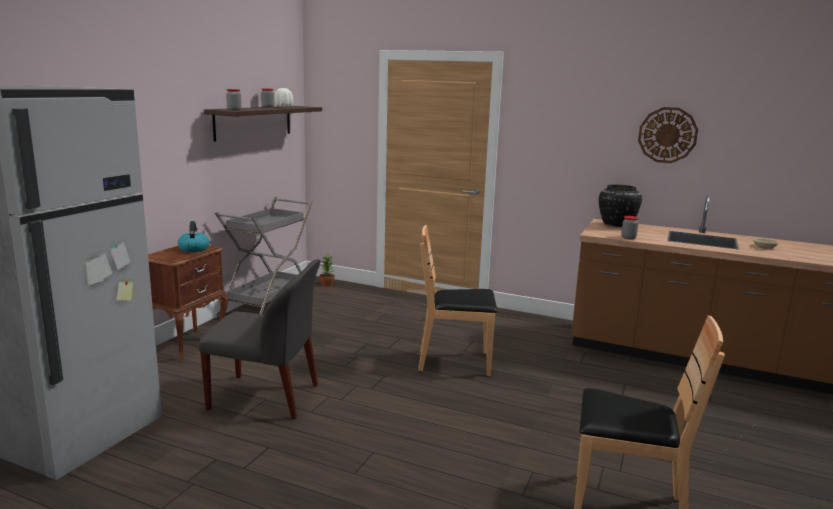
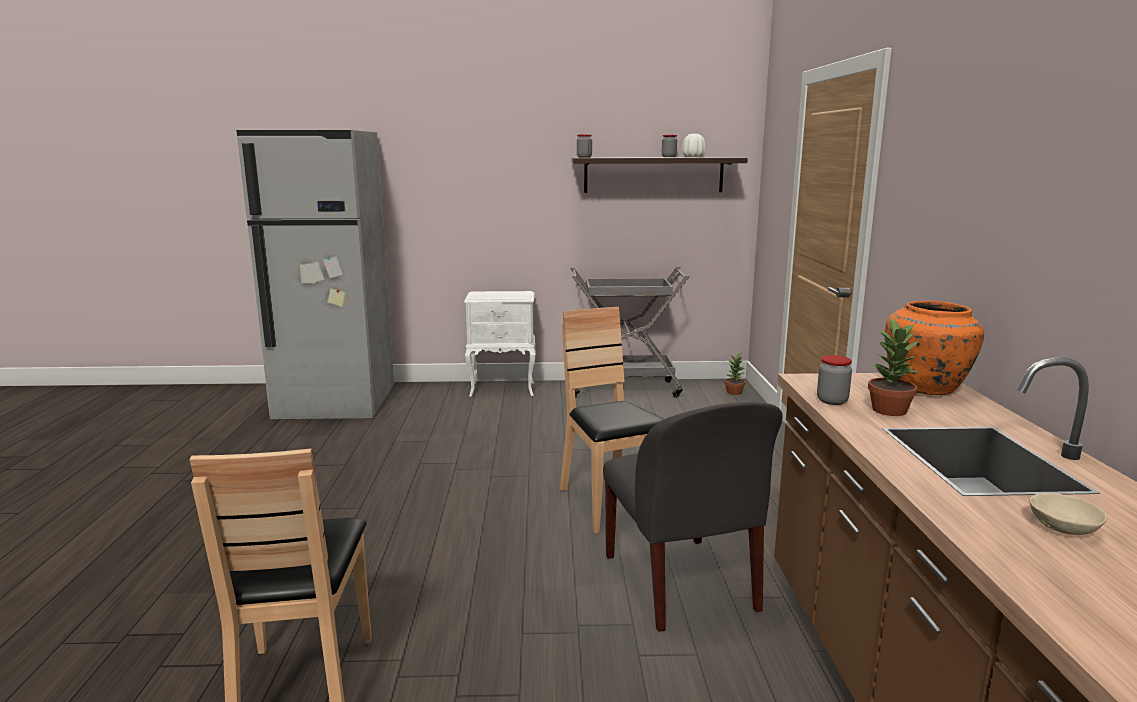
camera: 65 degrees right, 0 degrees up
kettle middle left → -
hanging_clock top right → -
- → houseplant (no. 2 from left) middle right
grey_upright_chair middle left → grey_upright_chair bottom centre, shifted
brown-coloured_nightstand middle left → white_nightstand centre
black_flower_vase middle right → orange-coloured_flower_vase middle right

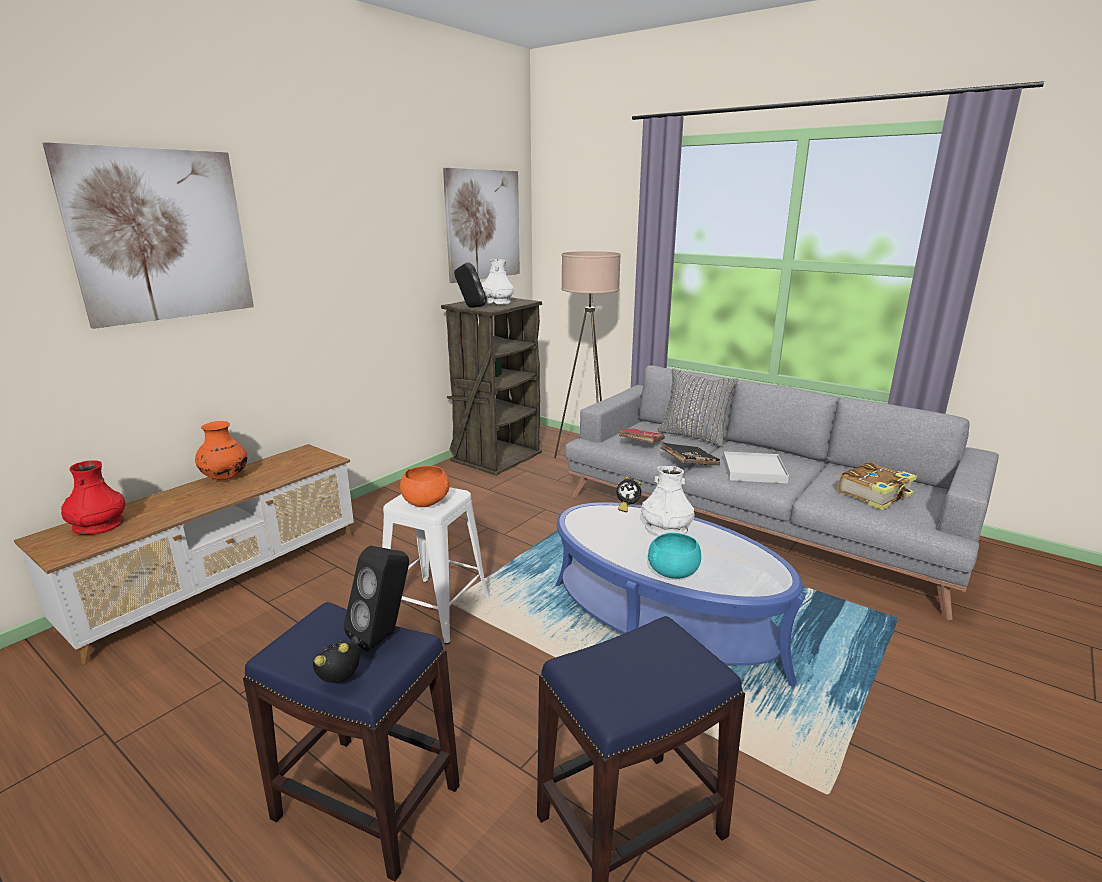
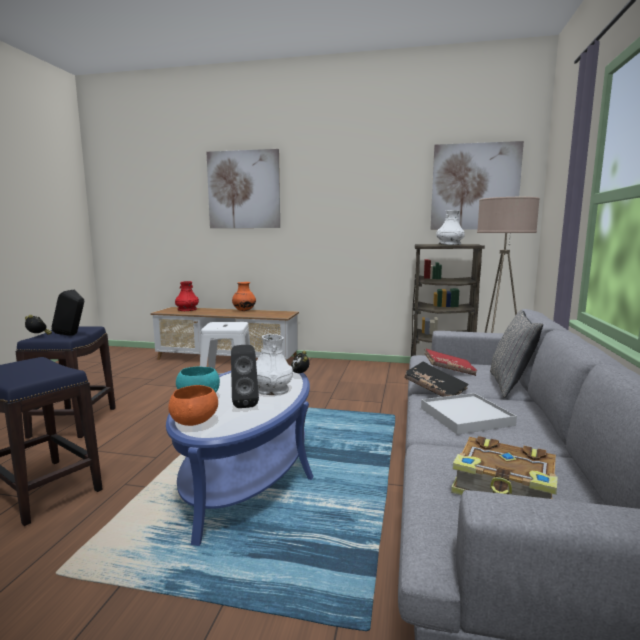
camera: 65 degrees right, 10 degrees down
orange-coloured_bowl centre → orange-coloured_bowl middle left, shifted
black_loudspeaker (no. 2 from left) top centre → black_loudspeaker (no. 2 from left) centre, shifted

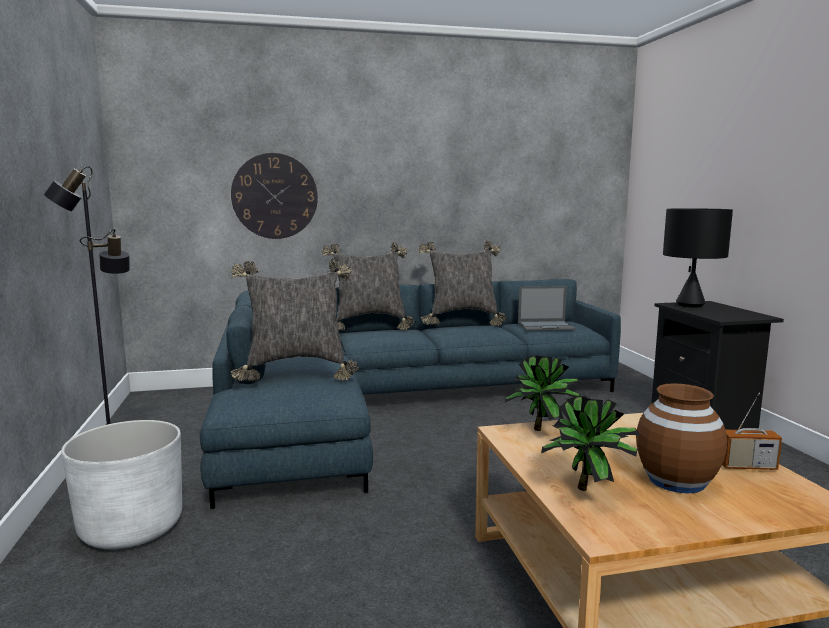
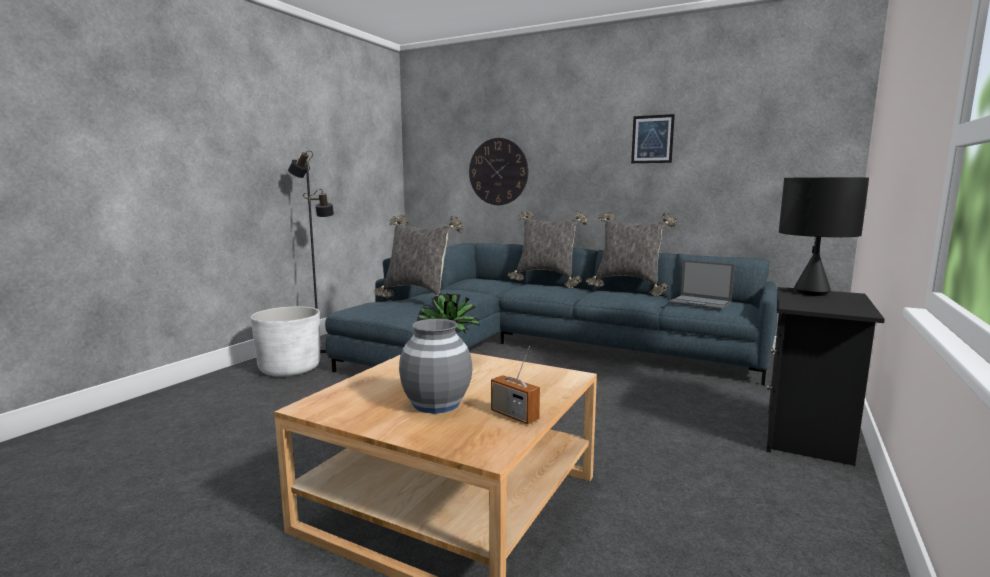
camera: 40 degrees right, 0 degrees up
houseplant (no. 2 from left) bottom right → -
- → wall_art top centre
brown-coloured_flower_vase bottom right → grey_flower_vase centre

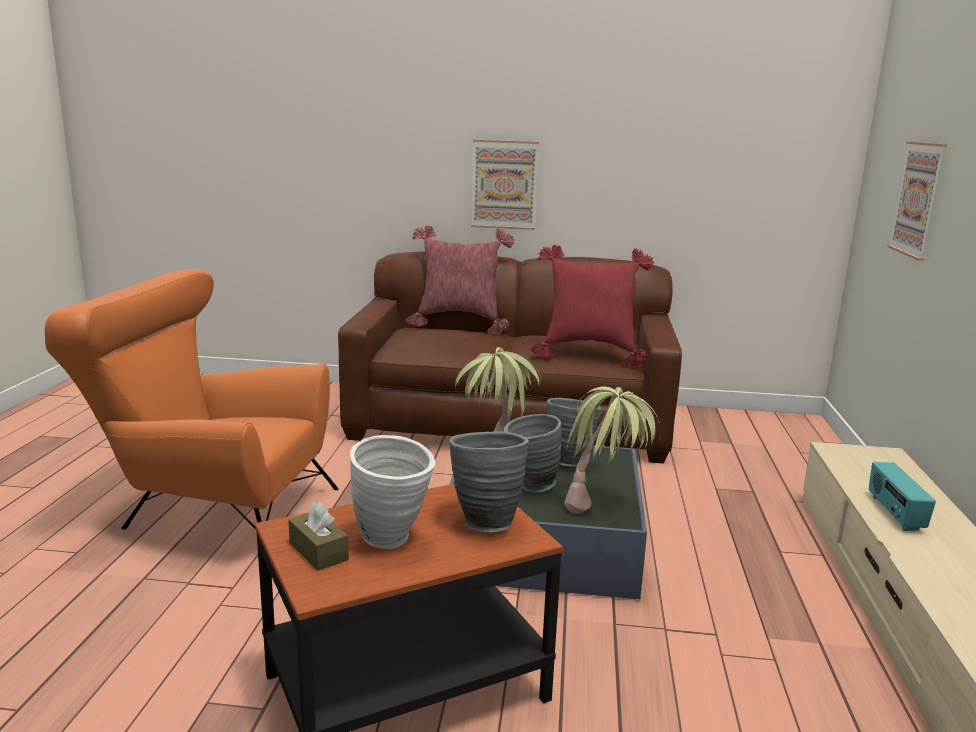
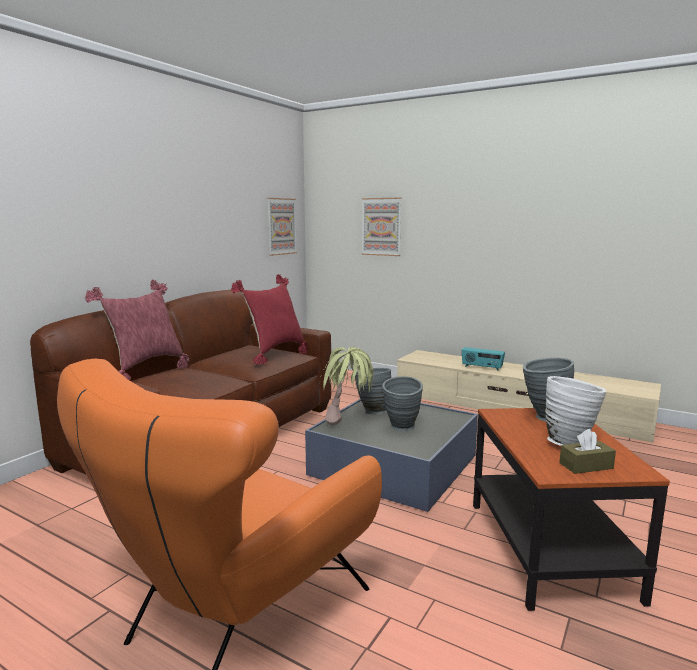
camera: 65 degrees left, 5 degrees down
houseplant (no. 2 from left) centre → -
wall_art (no. 1 from left) top centre → wall_art (no. 1 from left) centre, shifted

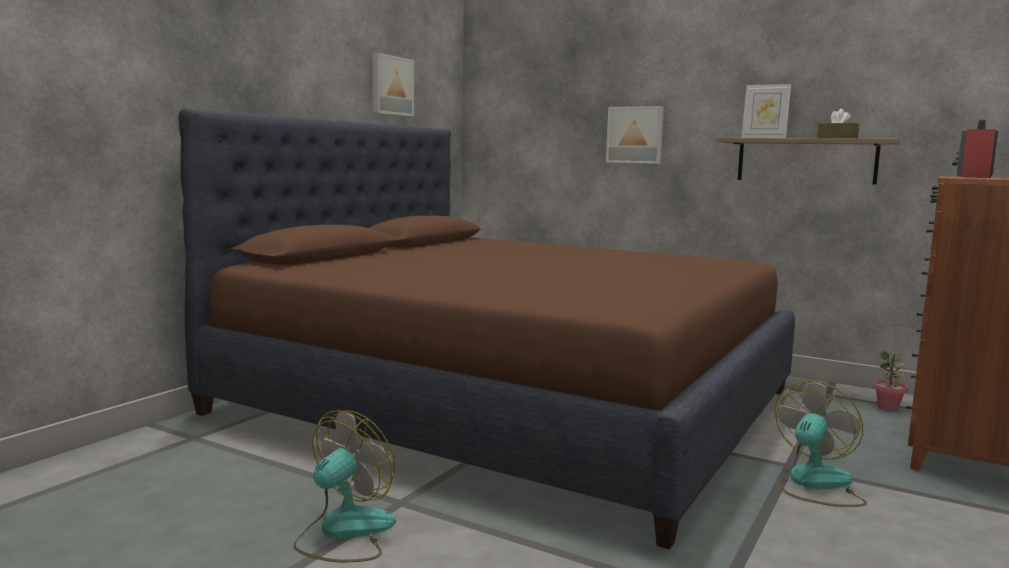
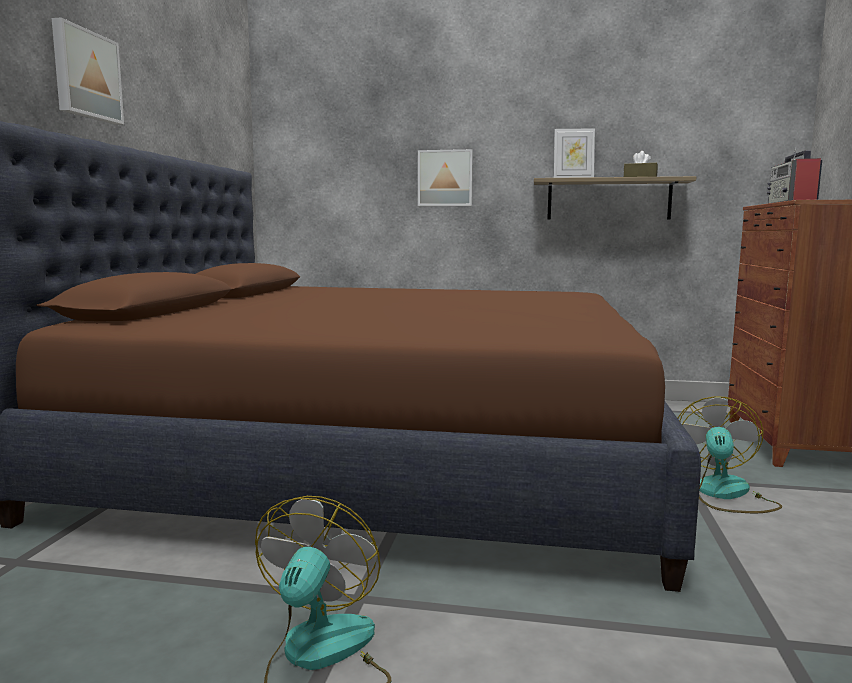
camera: 20 degrees left, 0 degrees up
houseplant bottom right → -
wall_art (no. 1 from left) top centre → wall_art (no. 1 from left) top left, shifted

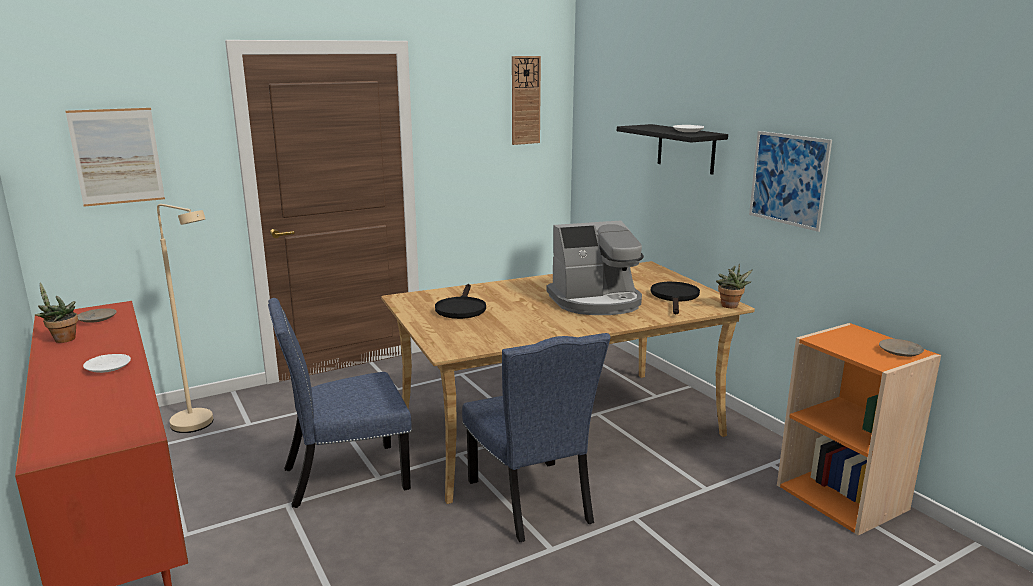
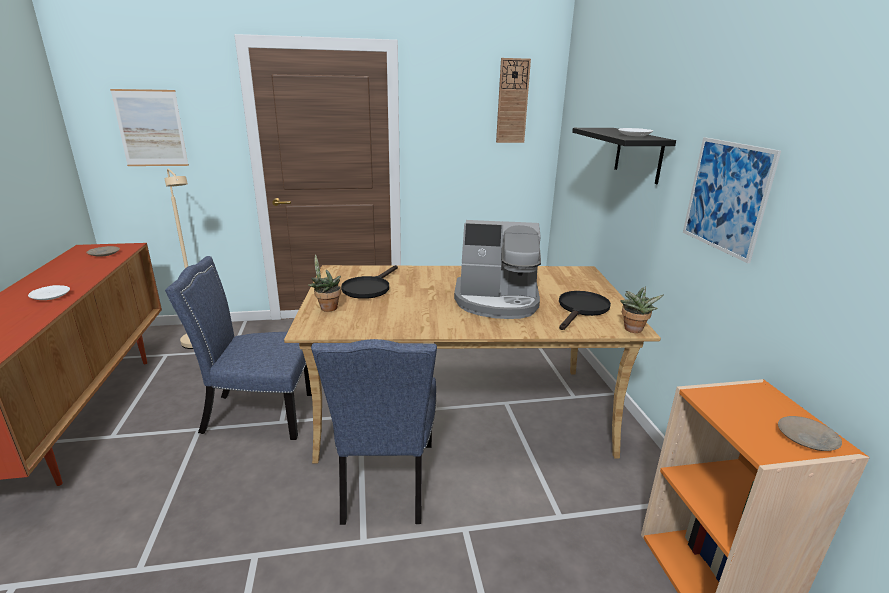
camera: 20 degrees right, 5 degrees up
houseplant (no. 1 from left) middle left → houseplant (no. 1 from left) centre, shifted

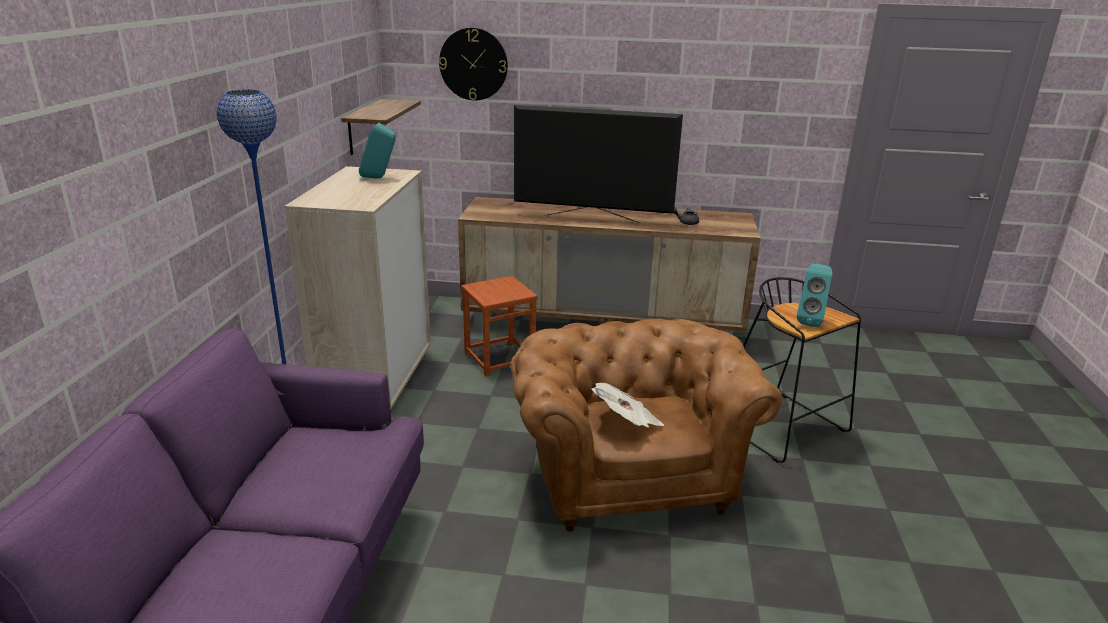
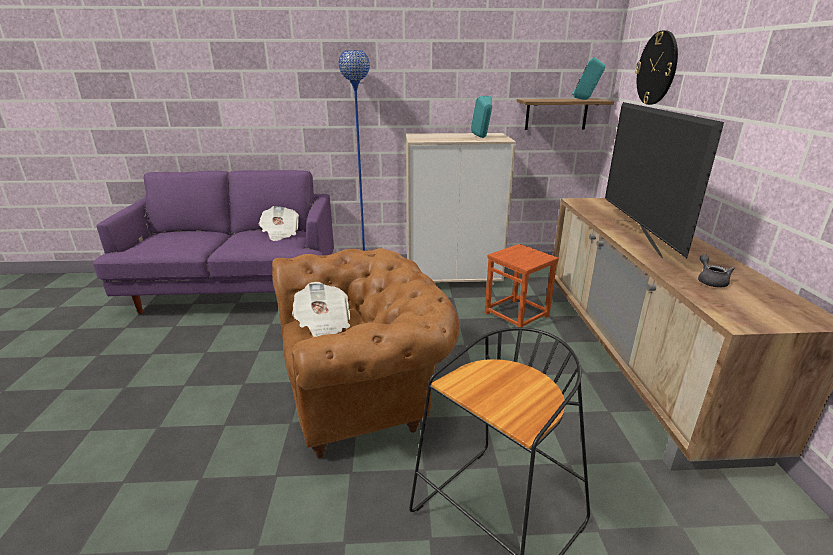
camera: 80 degrees right, 0 degrees up
- → daily_paper (no. 1 from left) centre
turquoise_loudspeaker (no. 2 from left) middle right → turquoise_loudspeaker (no. 2 from left) top right, shifted

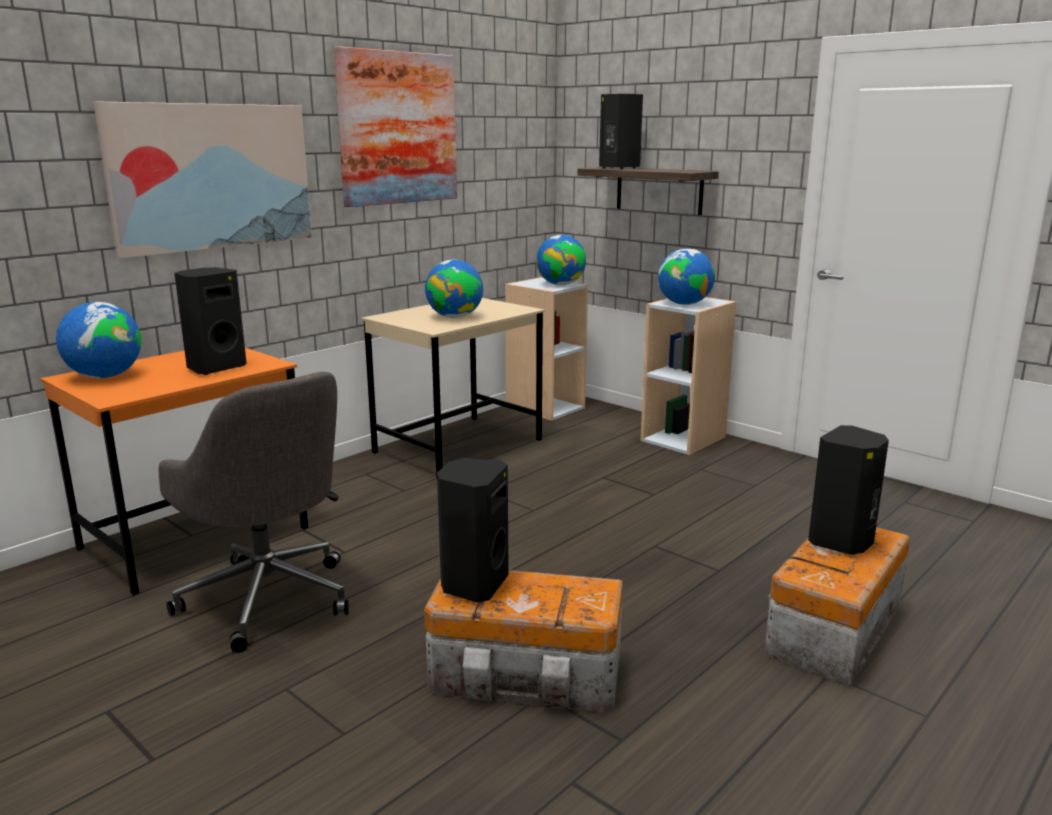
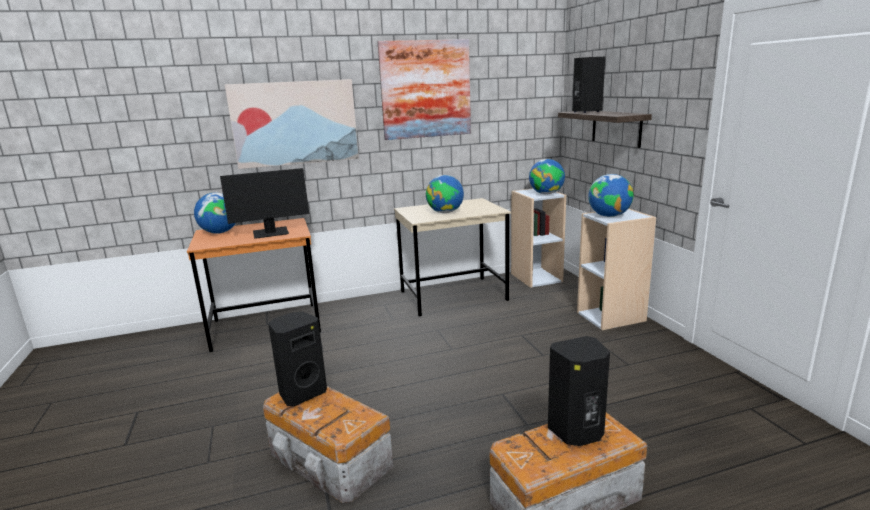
camera: 30 degrees right, 0 degrees up
grey_computer_chair middle left → -
black_loudspeaker (no. 1 from left) middle left → monitor middle left

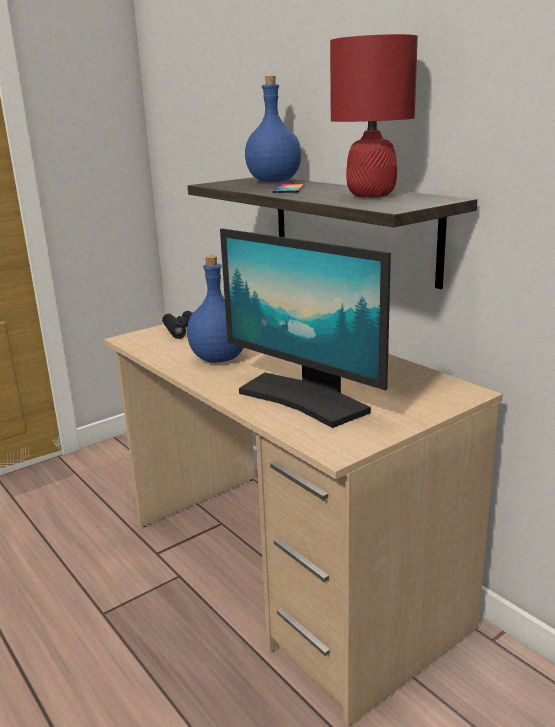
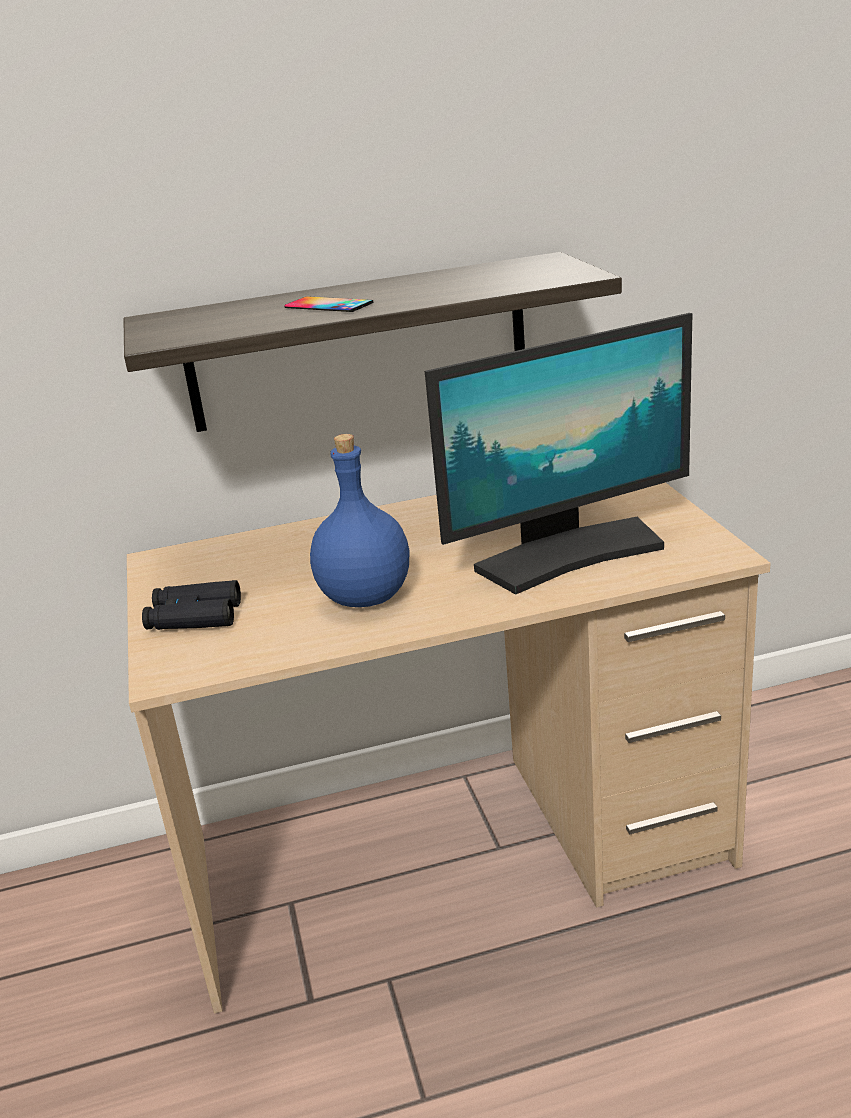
camera: 65 degrees left, 5 degrees up
blue_bottle (no. 2 from left) top centre → -
reddish_lamp_for_a_table top right → -

